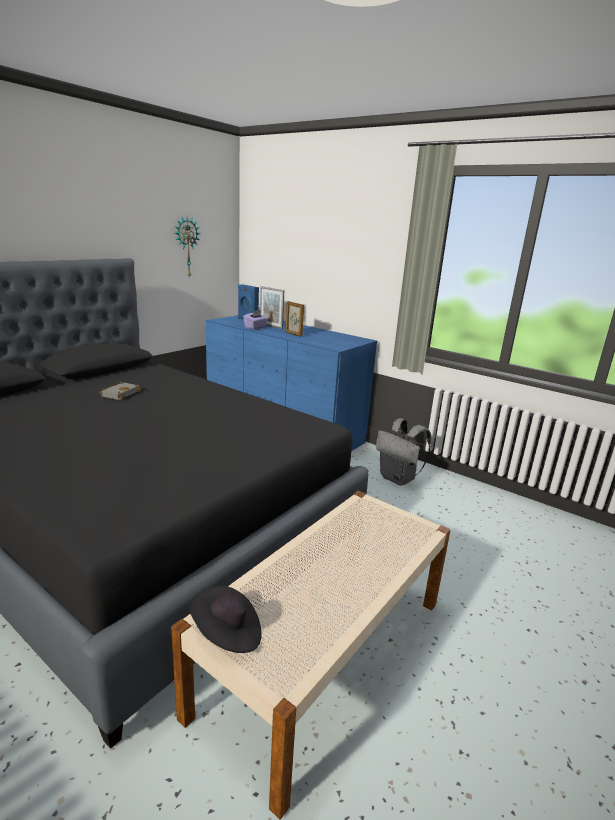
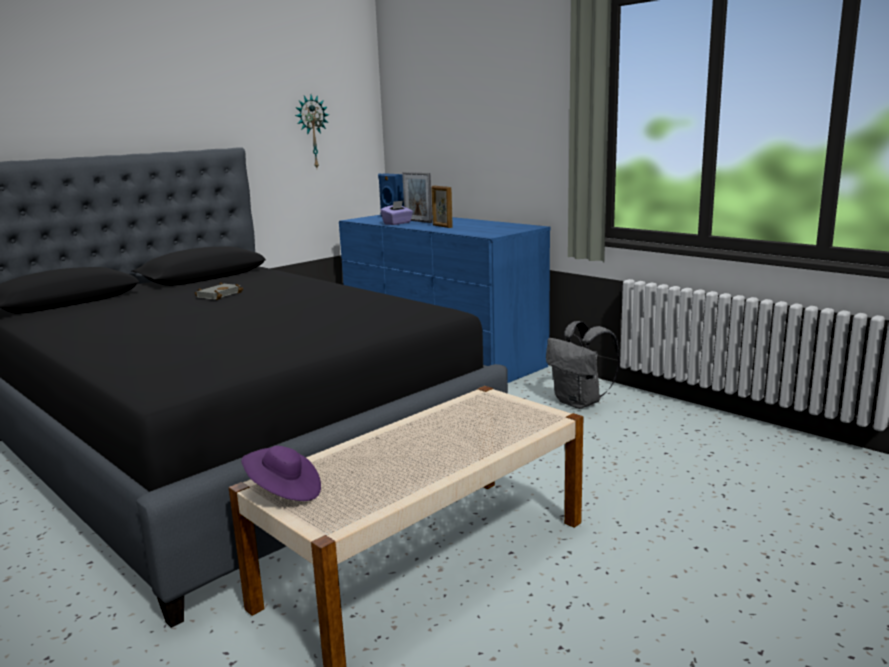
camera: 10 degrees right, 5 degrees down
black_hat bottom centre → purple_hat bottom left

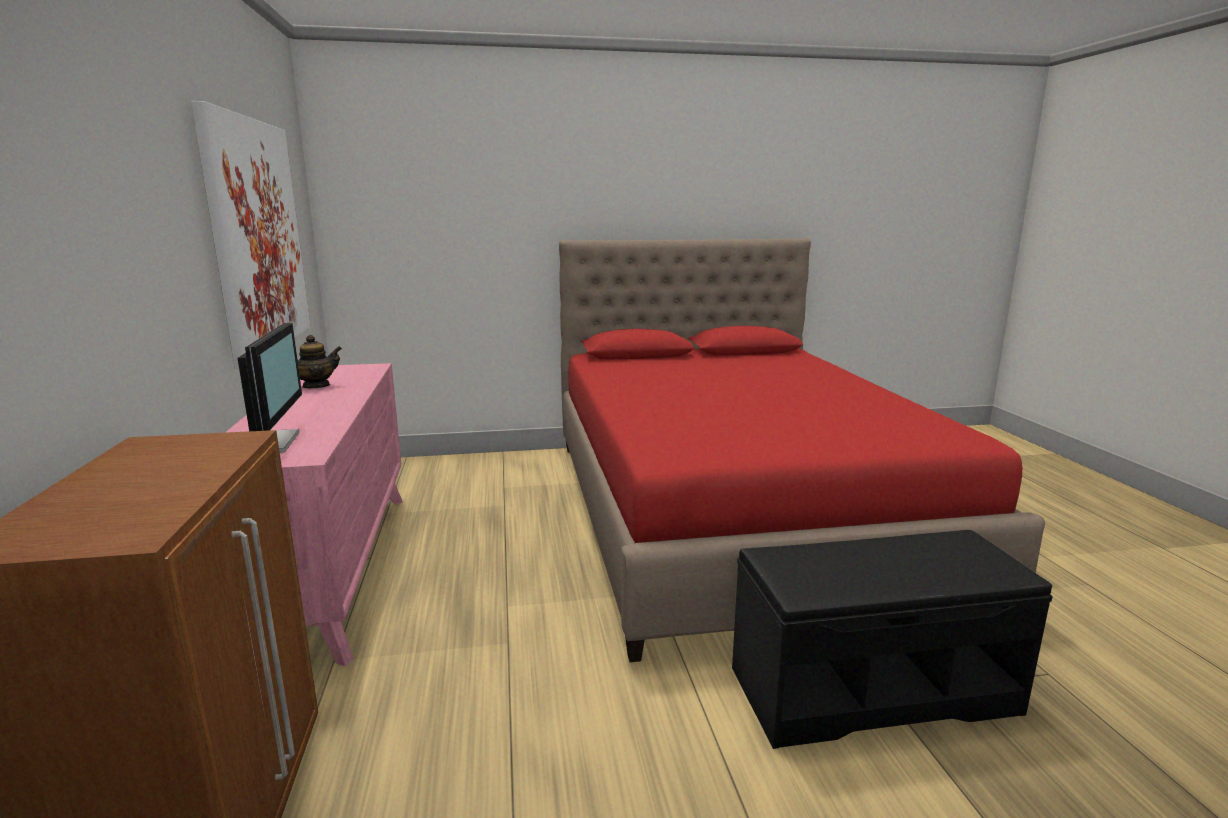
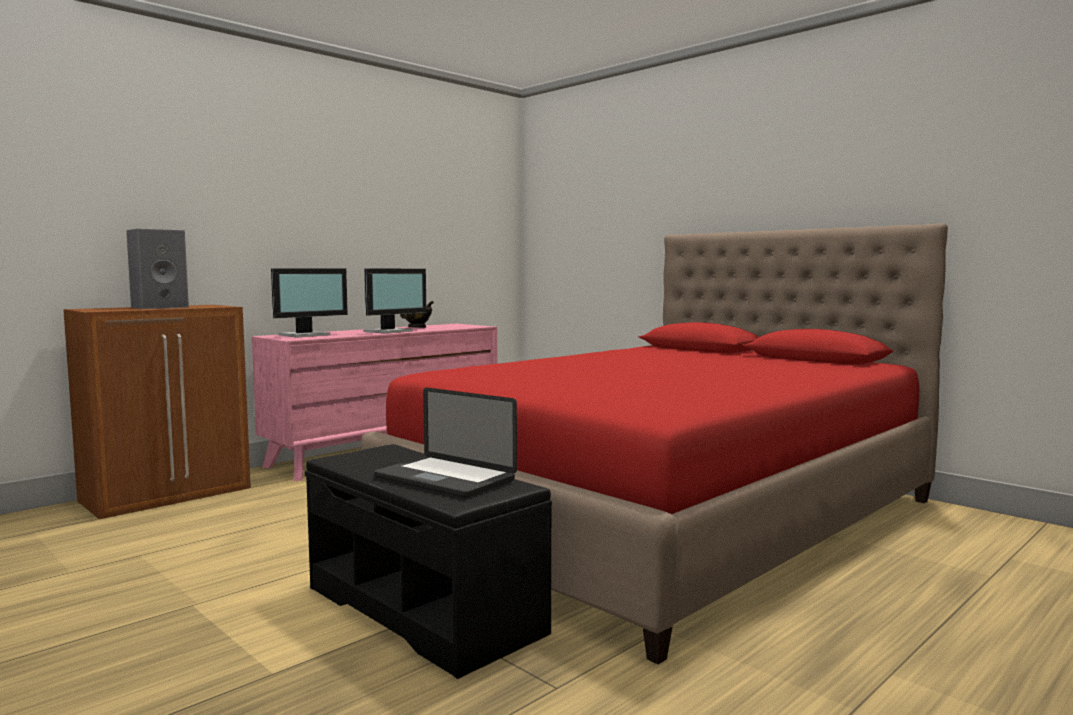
camera: 55 degrees right, 10 degrees down
wall_art top left → -
- → grey_loudspeaker middle left
- → monitor (no. 2 from left) centre
- → portable_computer centre

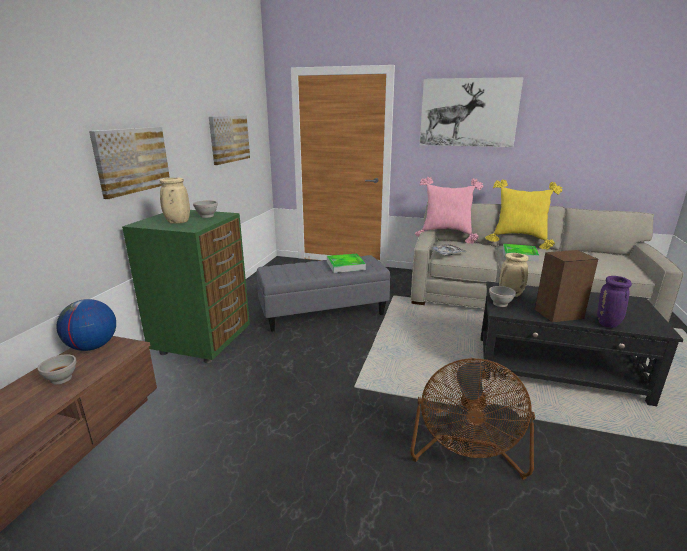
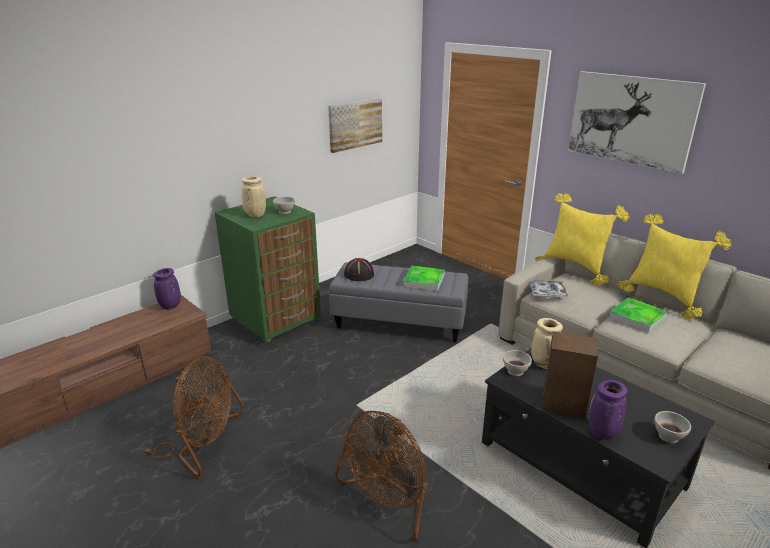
camera: 30 degrees right, 5 degrees up
wall_art (no. 1 from left) top left → -
- → brown-coloured_cooling_fan (no. 1 from left) bottom left
- → black_hat centre
white_bowl (no. 1 from left in the first image) bottom left → white_bowl (no. 3 from left) bottom right, shifted
globe middle left → purple_flower_vase (no. 1 from left) middle left
pinkish_cushion centre → yellow_cushion (no. 1 from left) middle right

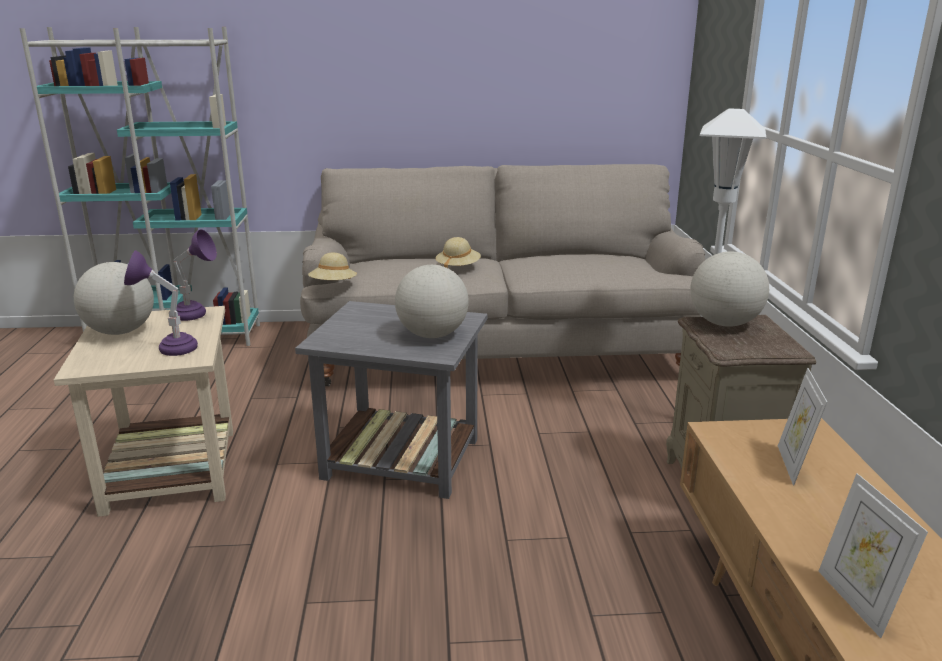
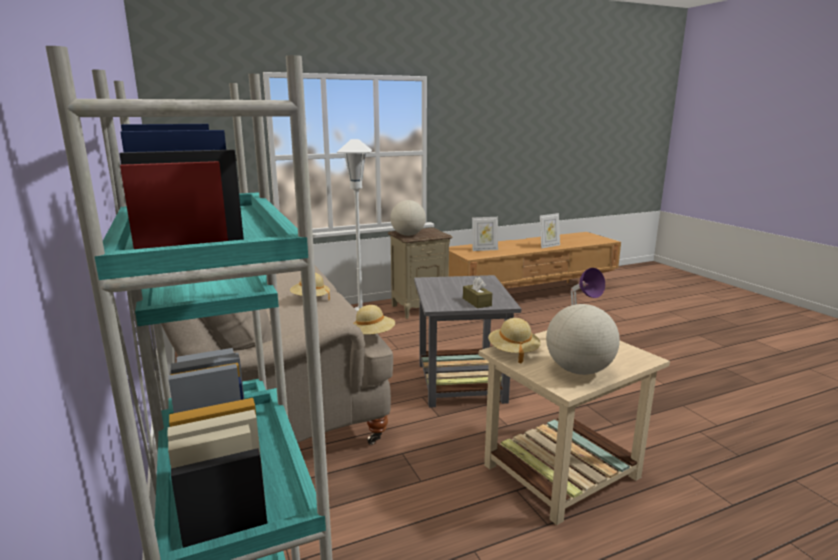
camera: 110 degrees left, 5 degrees down
globe (no. 2 from left) centre → -
- → brown-coloured_tissue_holder centre
purple_lamp_for_a_table (no. 2 from left) middle left → beige-coloured_hat (no. 3 from left) centre

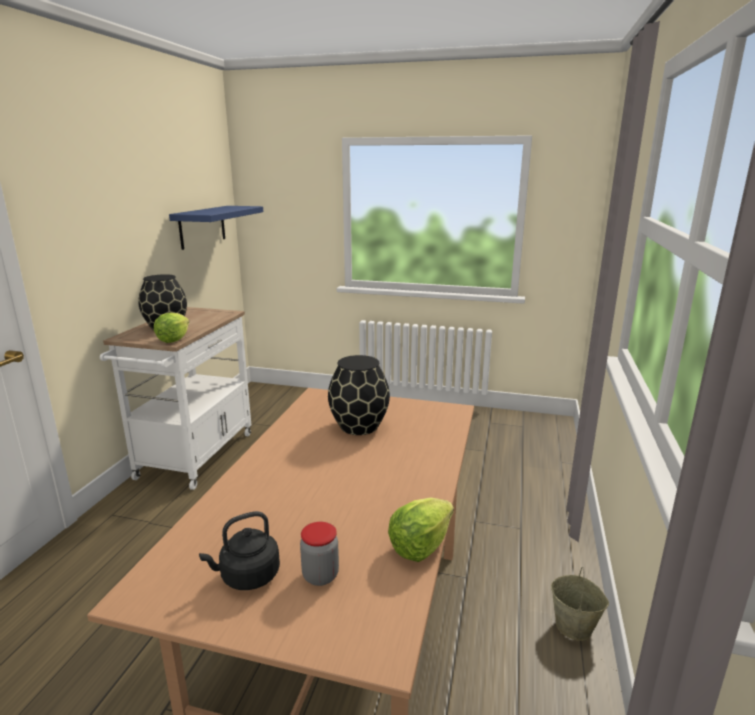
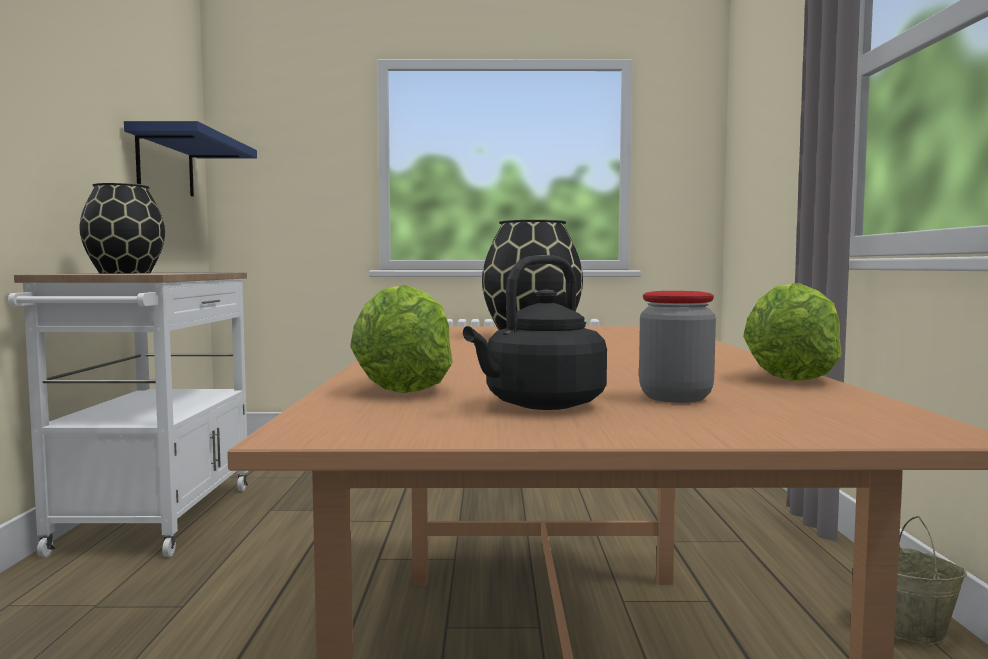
camera: 15 degrees left, 15 degrees down
lettuce (no. 1 from left) middle left → lettuce (no. 1 from left) centre, shifted

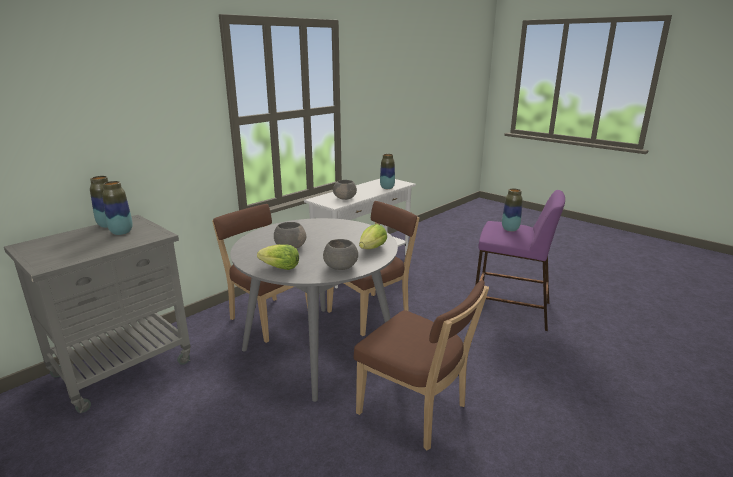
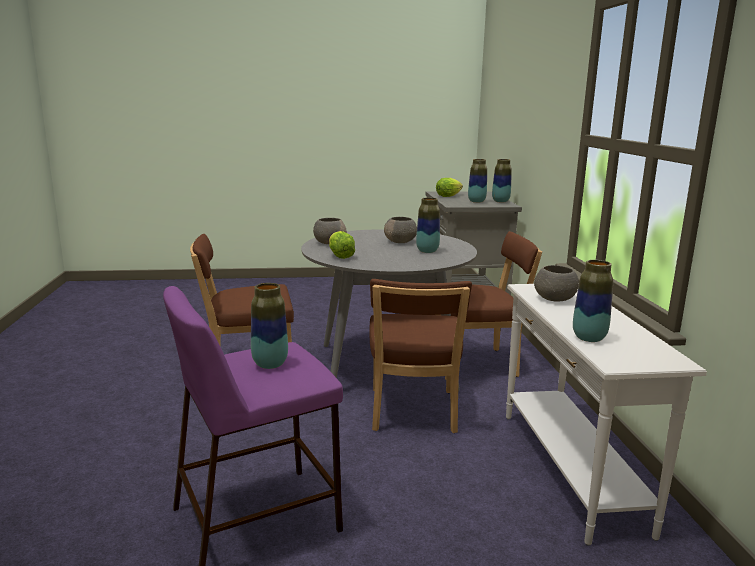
camera: 130 degrees right, 5 degrees down
- → flower_vase (no. 2 from left) centre
lettuce (no. 1 from left in the first image) centre → lettuce (no. 2 from left) top centre, shifted

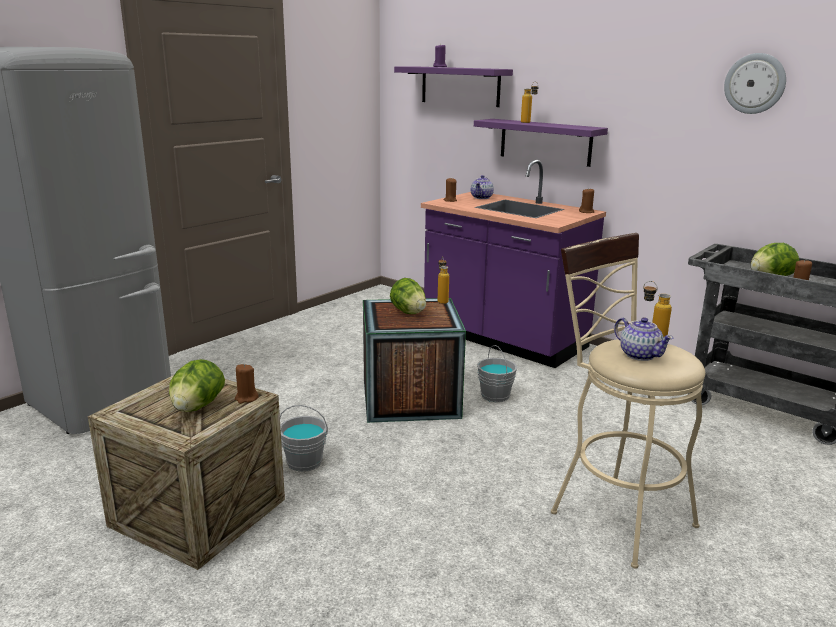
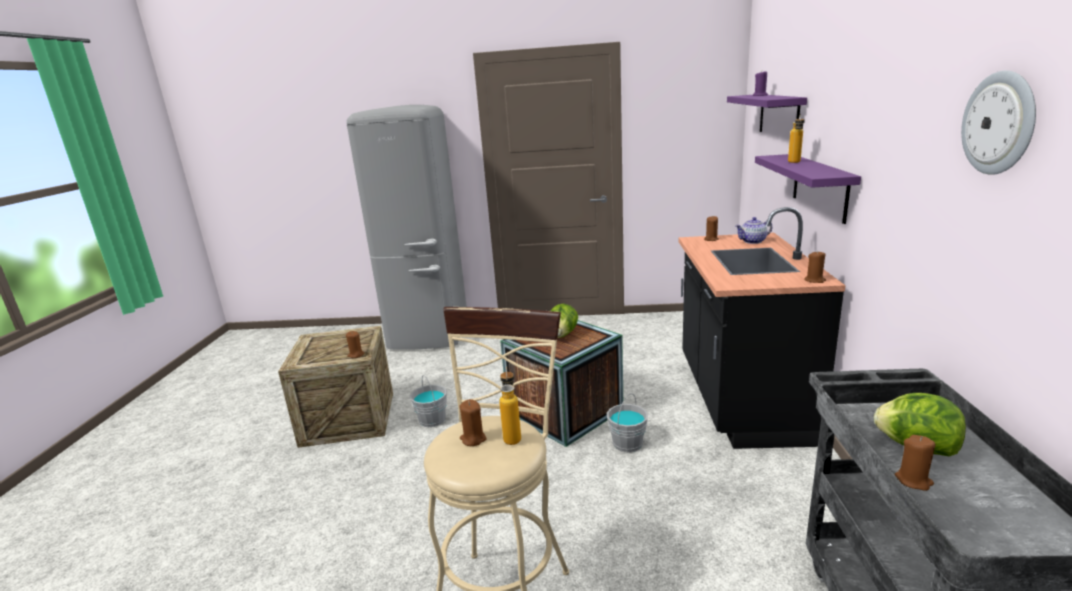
camera: 55 degrees right, 0 degrees up
lettuce (no. 1 from left) middle left → -
bottle (no. 1 from left) centre → -
tea_pot (no. 2 from left) middle right → brown-coloured_wax_candle (no. 2 from left) bottom centre
purple_kitchen_base_unit centre → black_kitchen_base_unit middle right

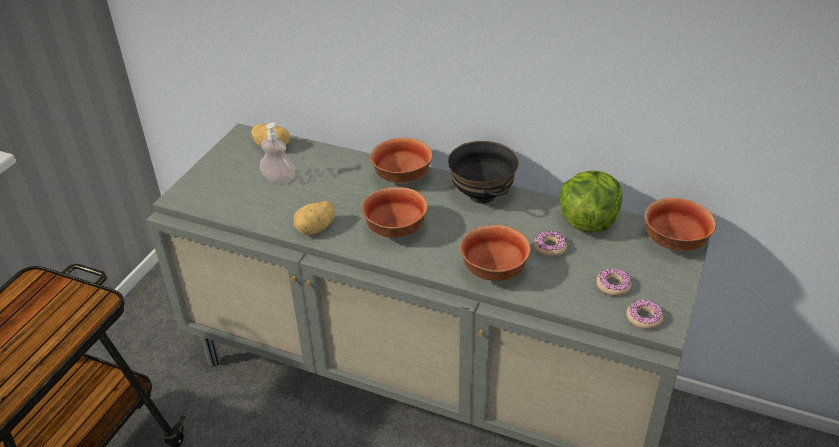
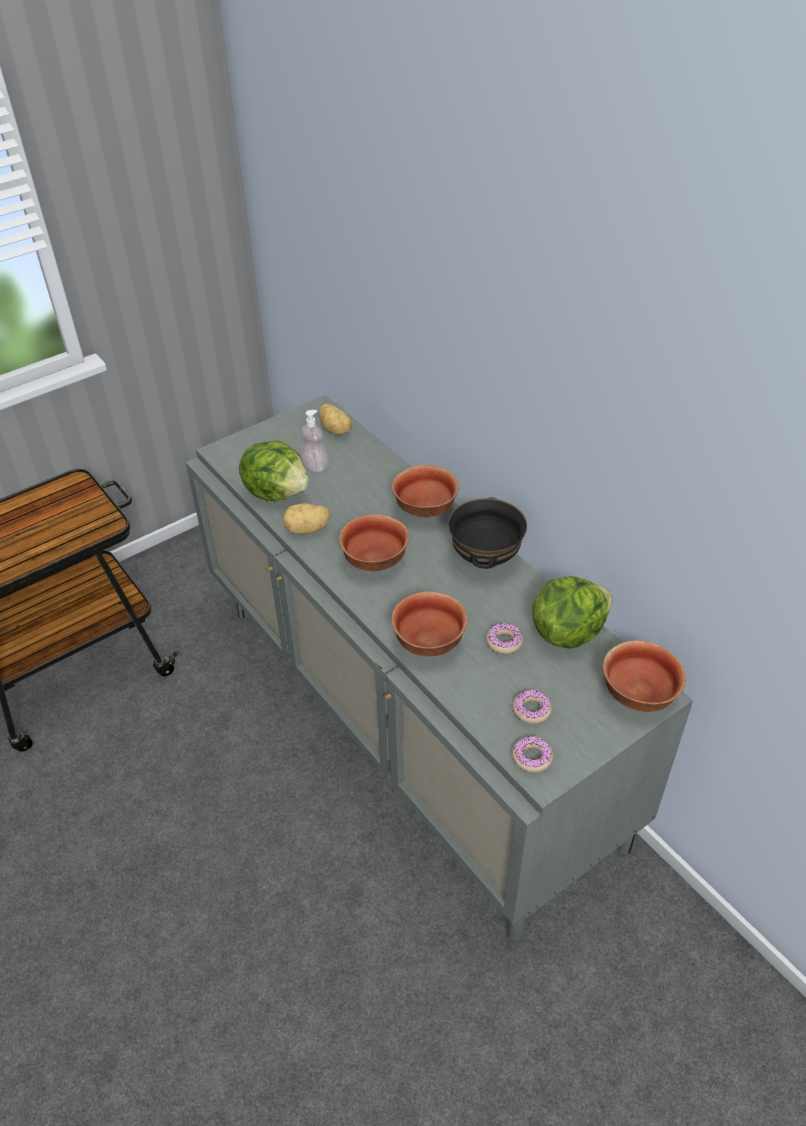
camera: 30 degrees right, 5 degrees up
- → lettuce (no. 1 from left) centre

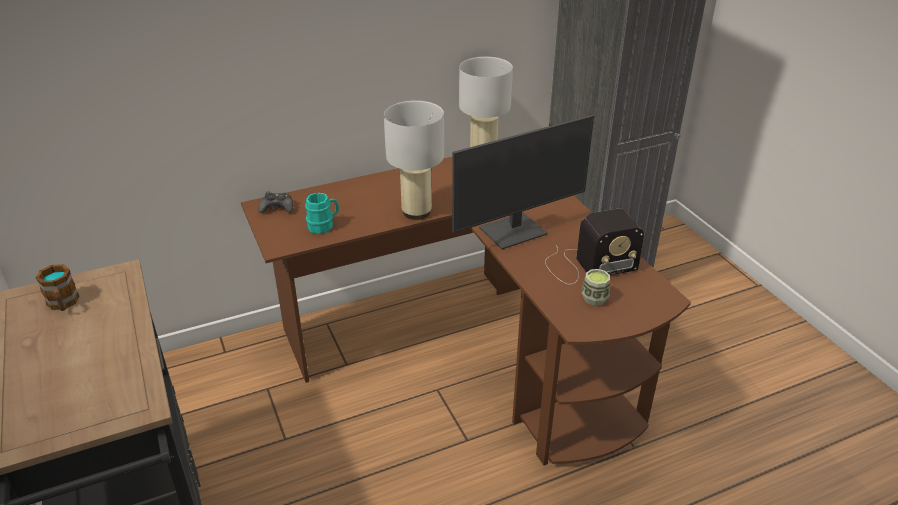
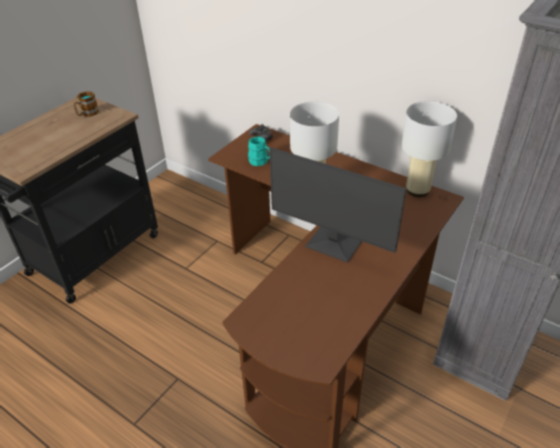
camera: 60 degrees right, 5 degrees up
radio centre → -
drinking_cup centre → -

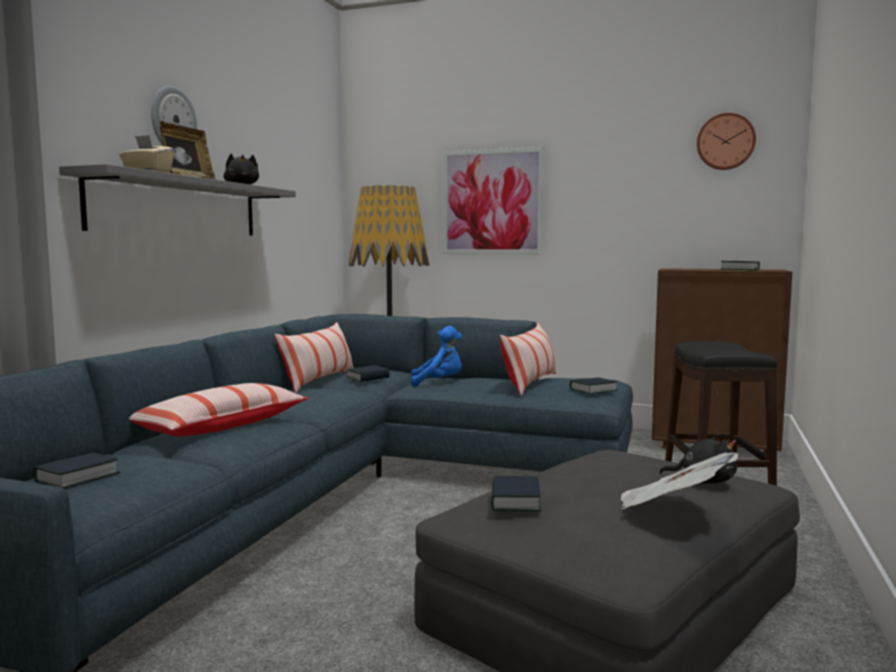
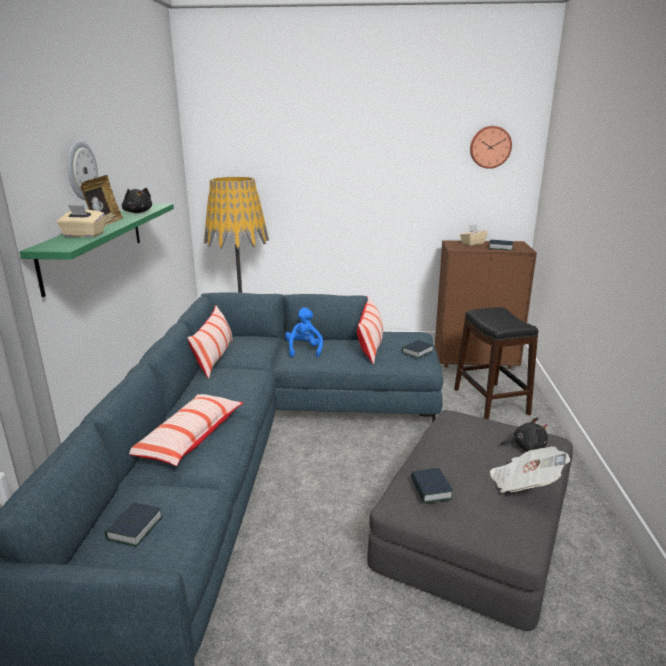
camera: 15 degrees left, 15 degrees up
bound_book (no. 2 from left) centre → -
wall_art top centre → -
- → beige-coloured_tissue_holder (no. 2 from left) middle right
grey_wall_shelf top left → green-coloured_wall_shelf middle left
blue_cuddly_toy centre, 75 degrees counterclockwise

